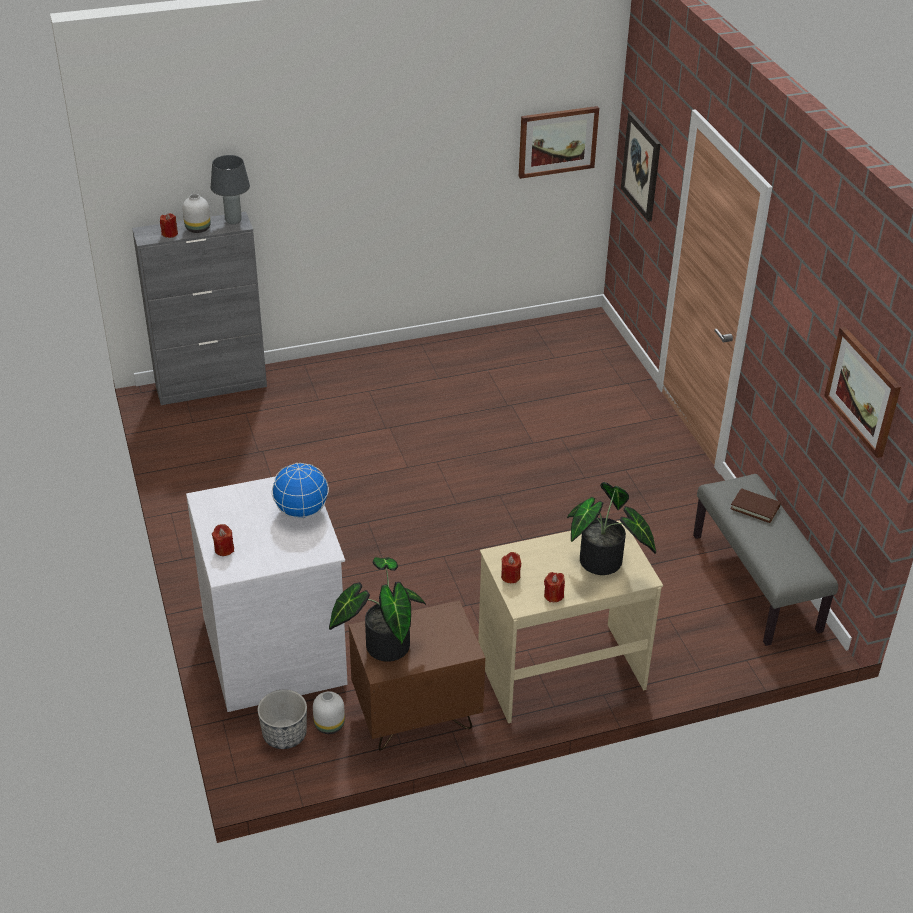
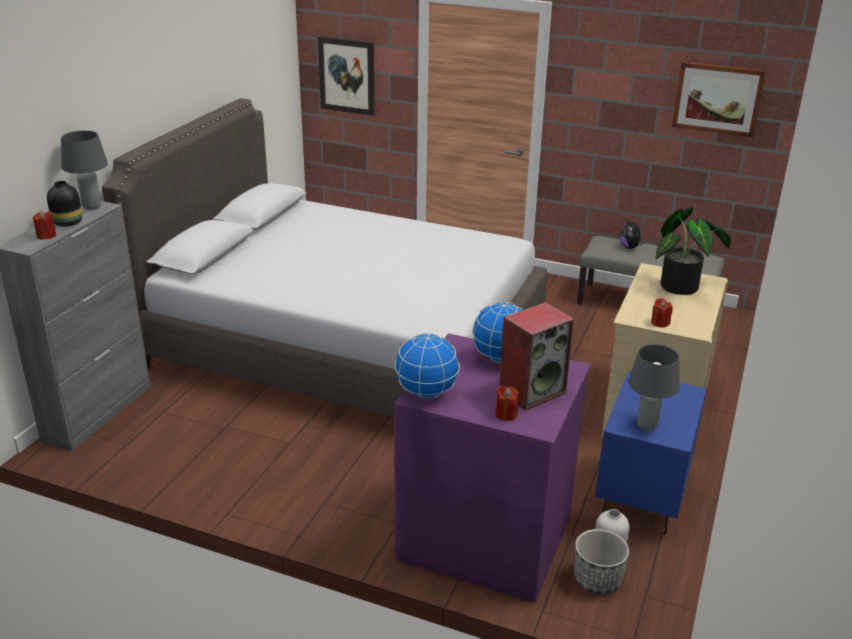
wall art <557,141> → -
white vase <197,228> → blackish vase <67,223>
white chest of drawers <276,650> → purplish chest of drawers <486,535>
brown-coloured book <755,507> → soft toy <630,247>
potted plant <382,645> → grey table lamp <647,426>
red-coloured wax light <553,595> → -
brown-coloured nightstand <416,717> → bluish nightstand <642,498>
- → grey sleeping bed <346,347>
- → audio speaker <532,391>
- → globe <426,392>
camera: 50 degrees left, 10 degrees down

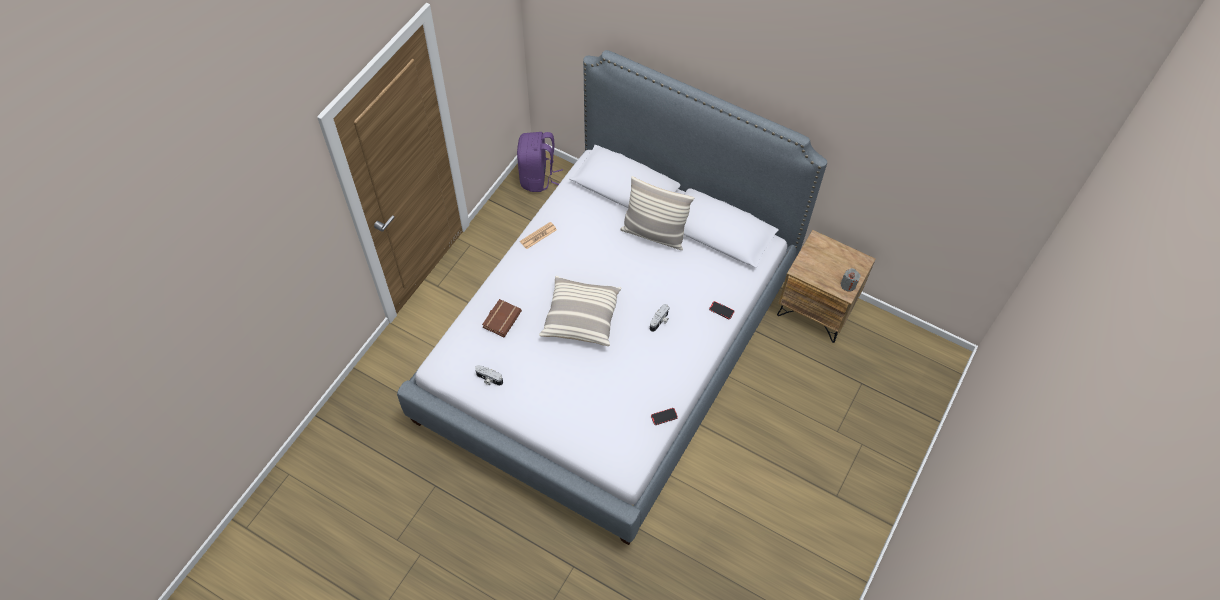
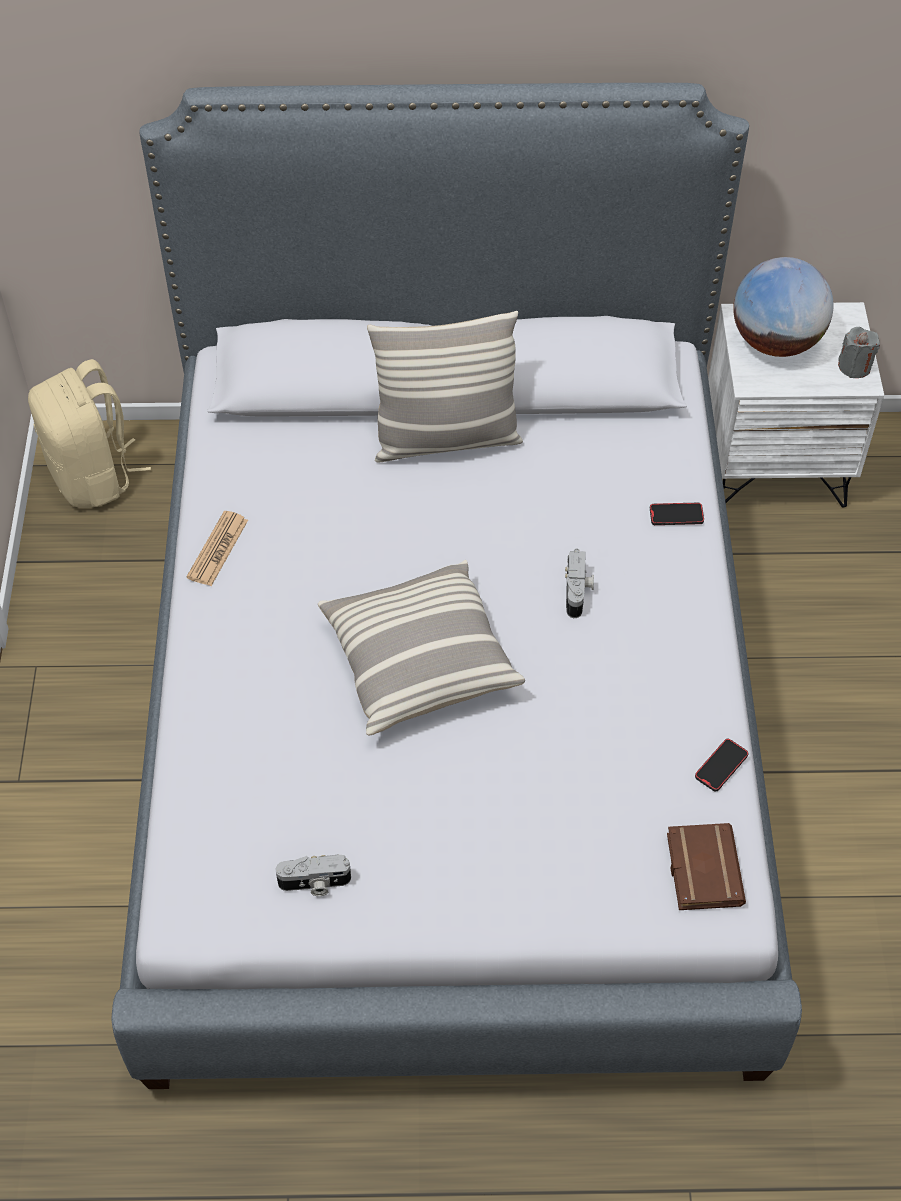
purplish backpack <538,178> → beige backpack <93,476>
brown-coloured nightstand <816,308> → white nightstand <774,464>
brown-coloured book <501,318> → brown-coloured book <700,868>, shifted
- → globe <775,341>
camera: 30 degrees left, 5 degrees down

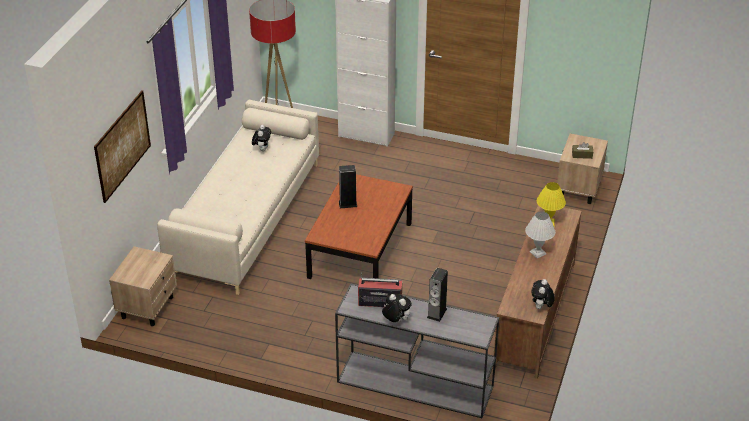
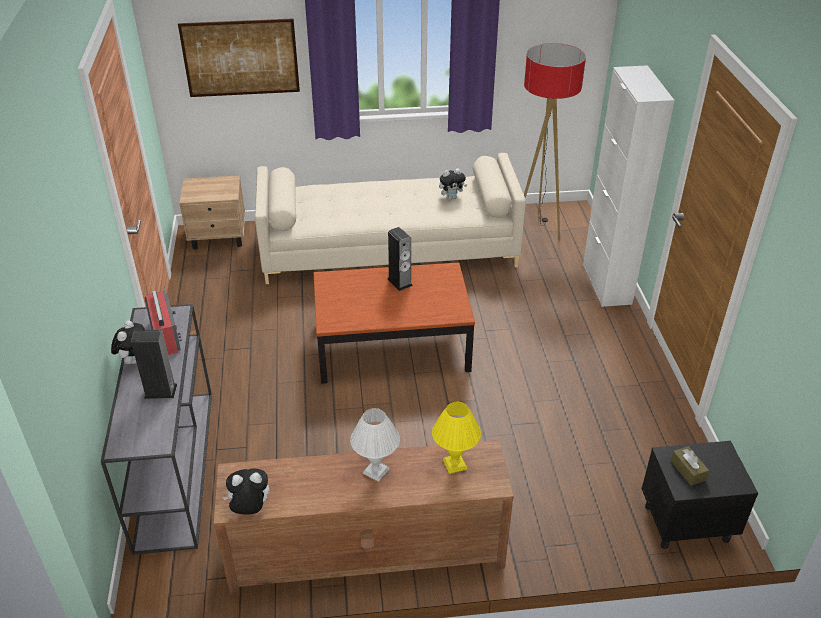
beige nightstand <578,189> → blackish nightstand <685,523>
camera: 65 degrees right, 0 degrees up

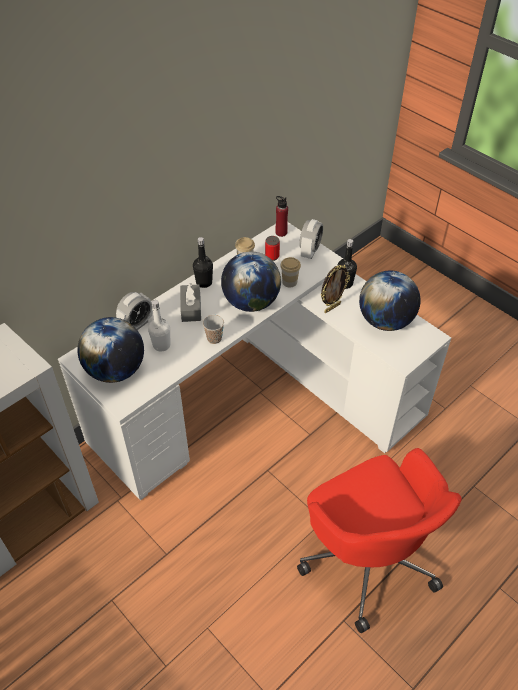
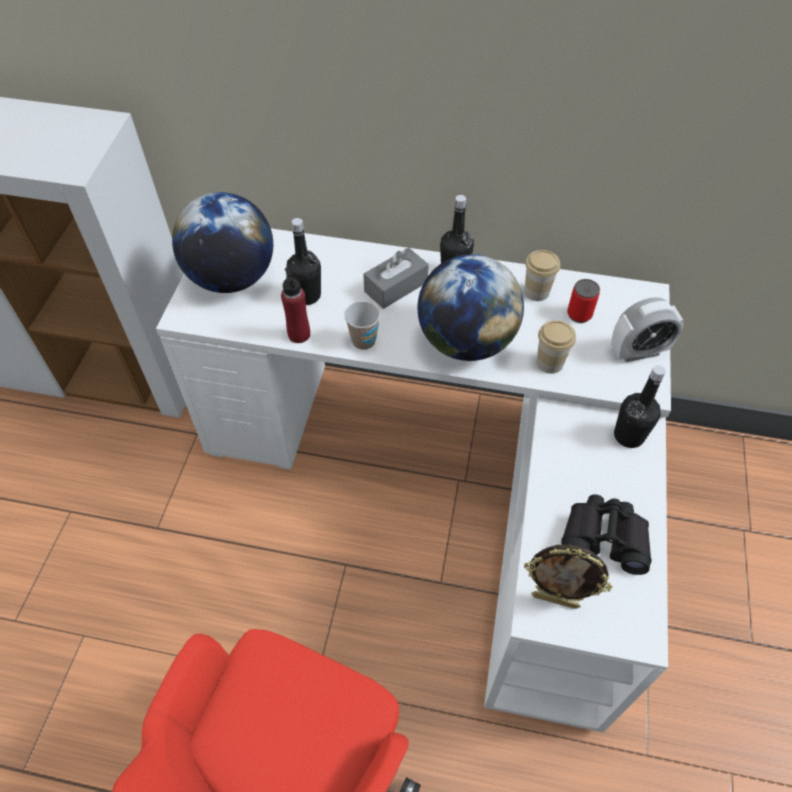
red-coloured bottle <281,232> → red-coloured bottle <299,334>, shifted
photo frame <332,307> → photo frame <555,599>, shifted
globe <385,321> → blackish pair of binoculars <604,538>
bedside clock <137,325> → -
white bottle <161,345> → blackish bottle <307,295>
camera: 55 degrees right, 5 degrees up

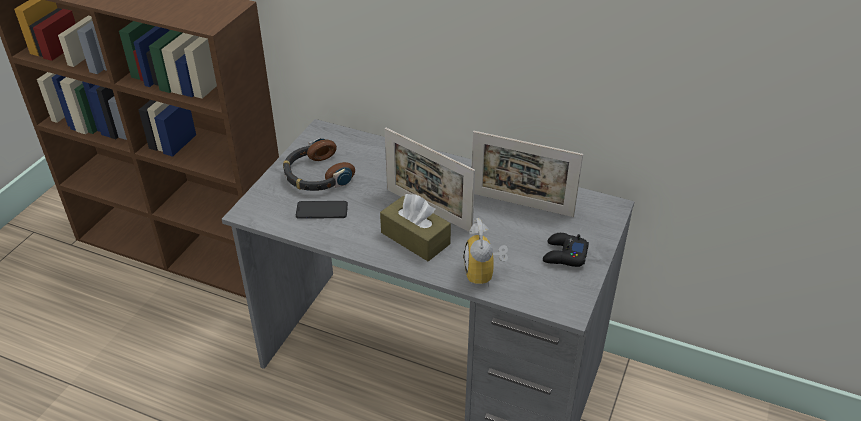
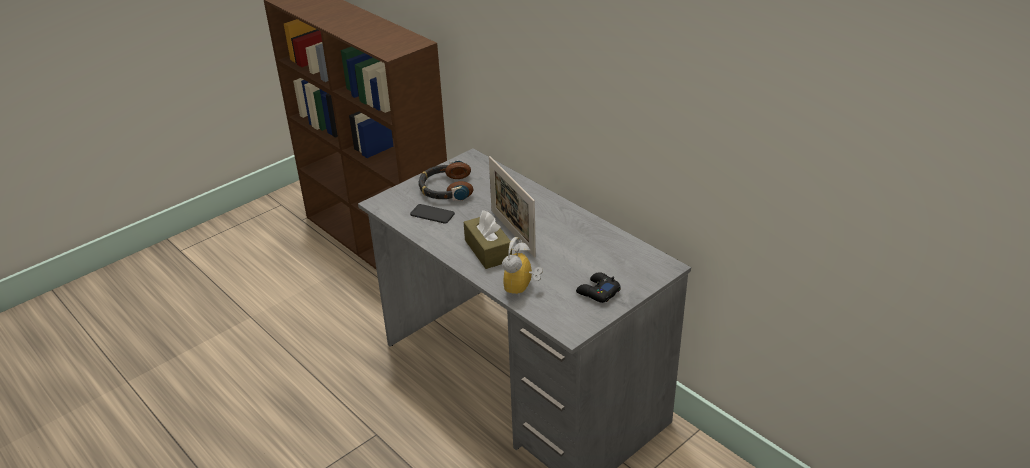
photo frame <521,204> → -
camera: 25 degrees right, 5 degrees down

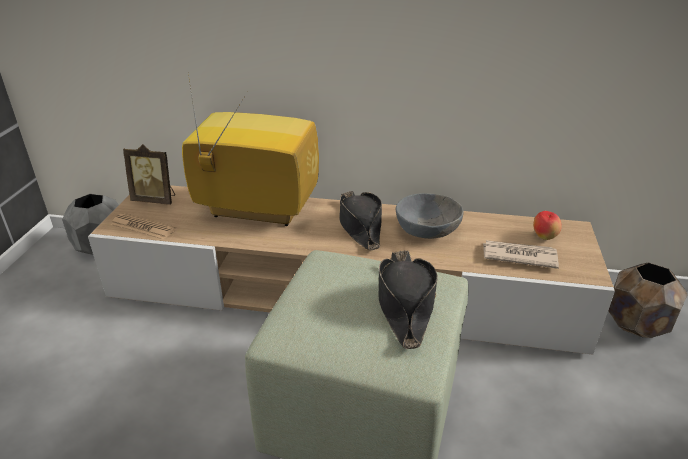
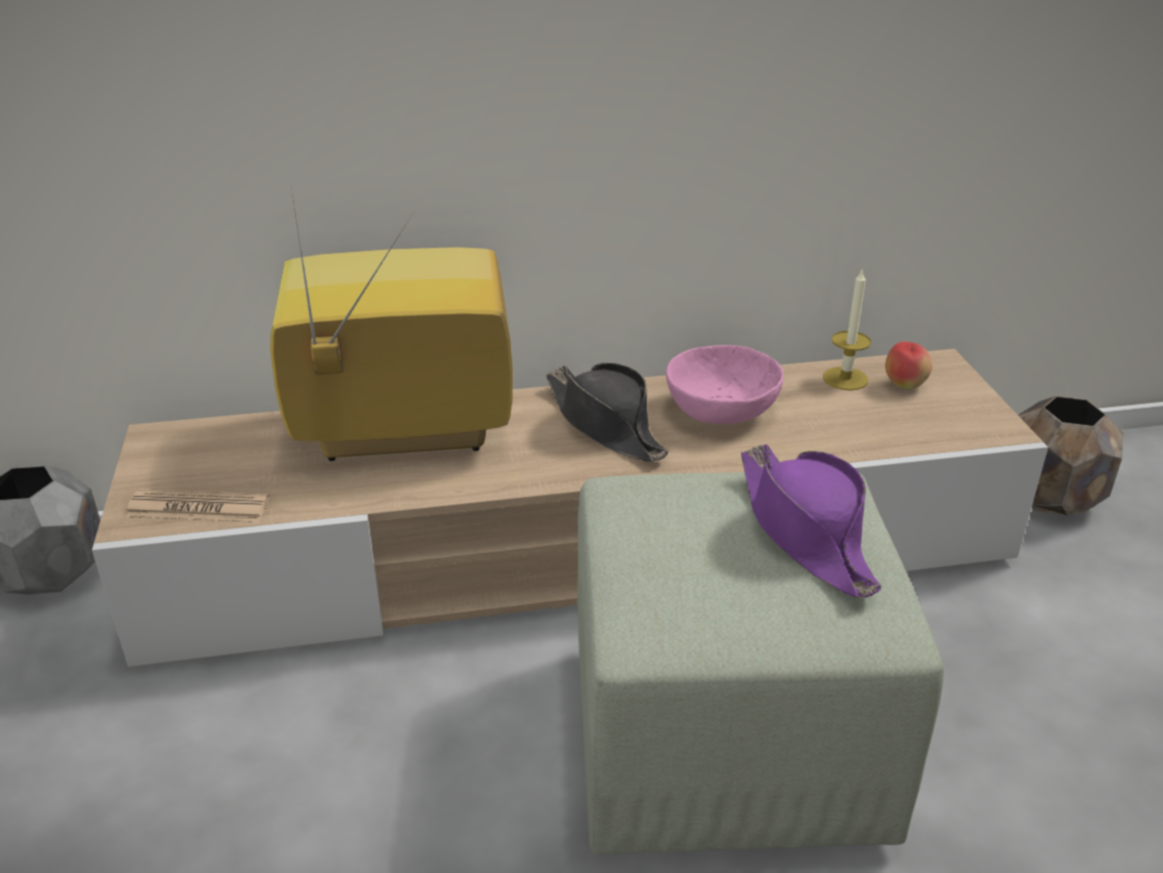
photo frame <155,199> → -
grey serving bowl <426,230> → pinkish serving bowl <720,410>
newspaper <518,256> → -
blackish hat <405,303> → purplish hat <805,531>
- → wax light <845,378>
camera: 20 degrees left, 0 degrees up

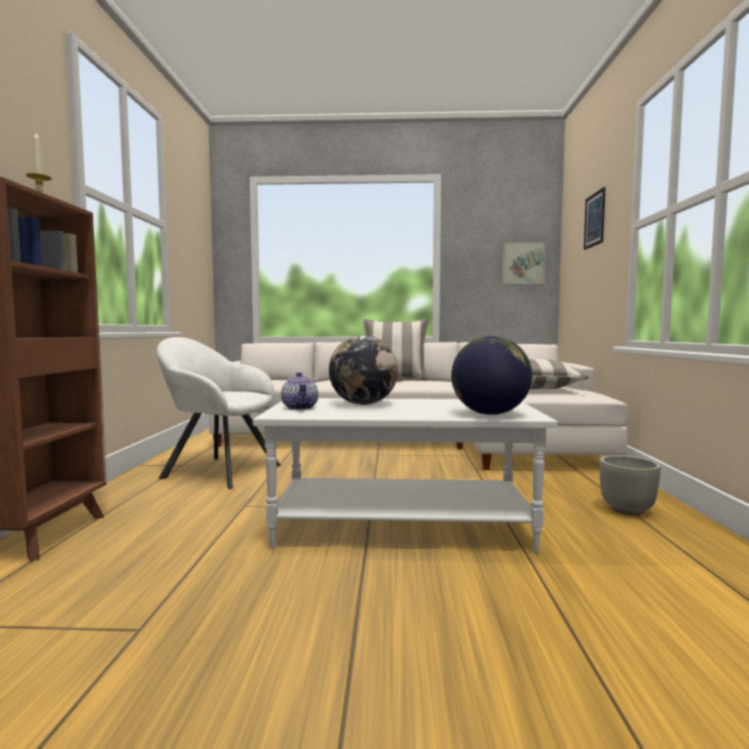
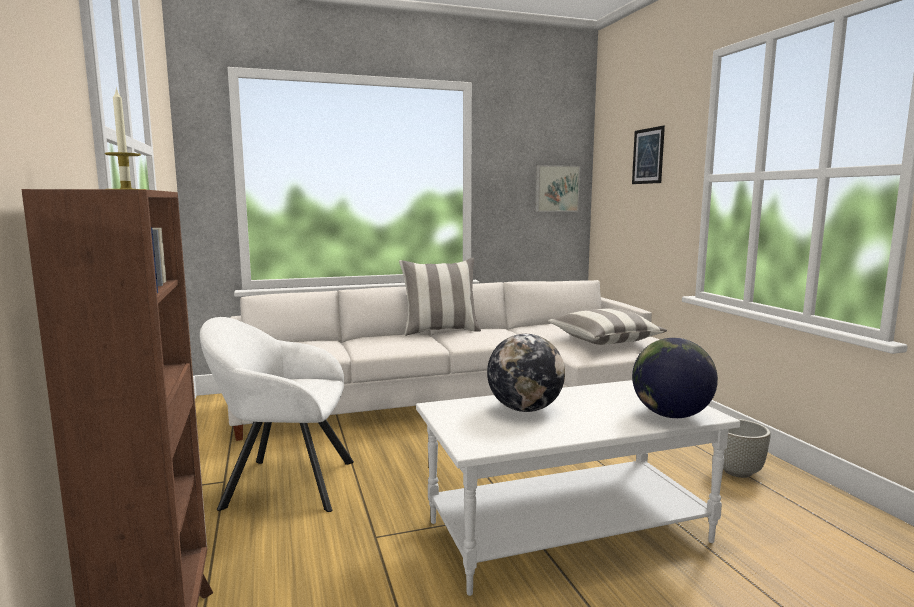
pot for tea <300,408> → -
camera: 20 degrees left, 5 degrees up

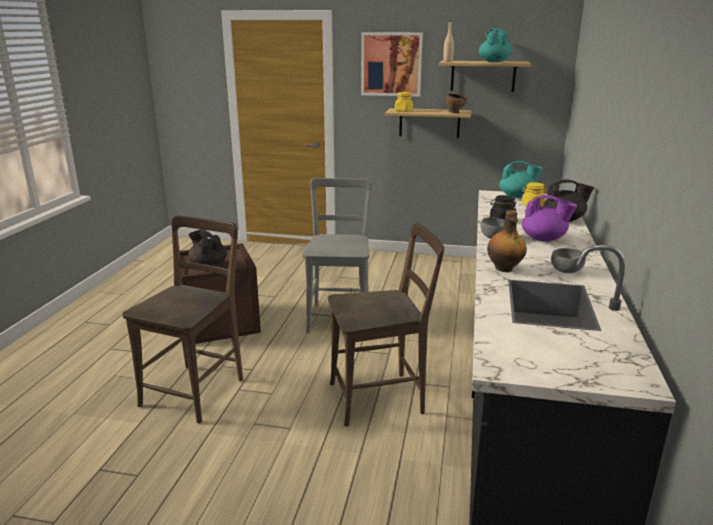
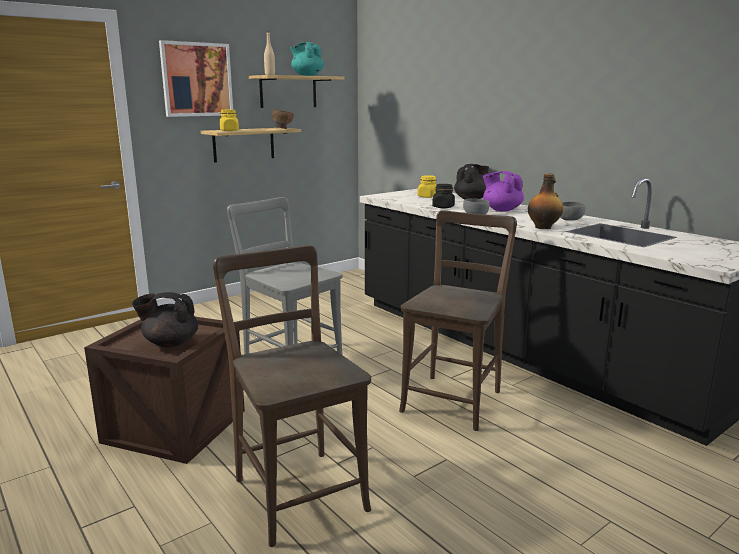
blue-green pot for tea <517,196> → -
purplish pot for tea <544,239> → purplish pot for tea <501,210>, 105 degrees counterclockwise
camera: 50 degrees left, 5 degrees down

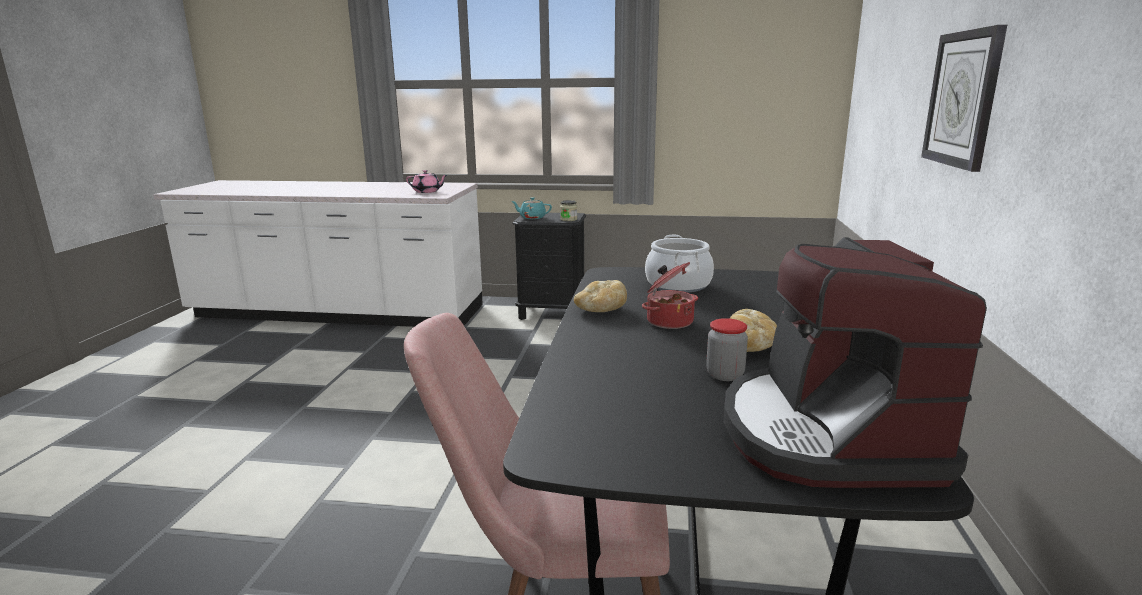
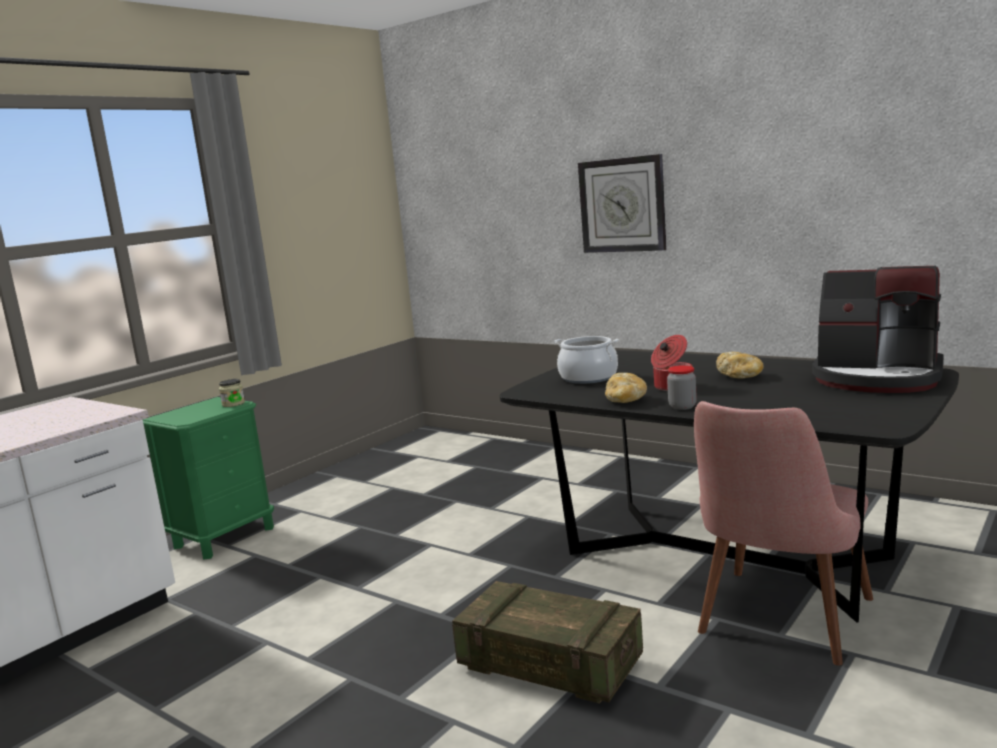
pinkish pot for tea <427,191> → -
blue-green pot for tea <532,217> → -
blackish nightstand <552,313> → green-coloured nightstand <224,537>
jar <725,375> → jar <682,406>, shifted
- → shipping crate <550,665>
camera: 60 degrees left, 5 degrees down

